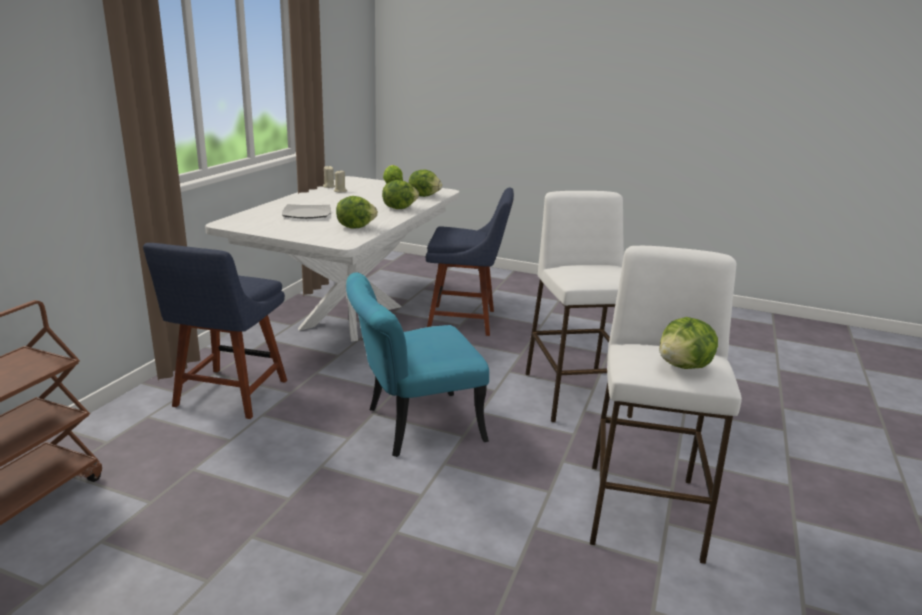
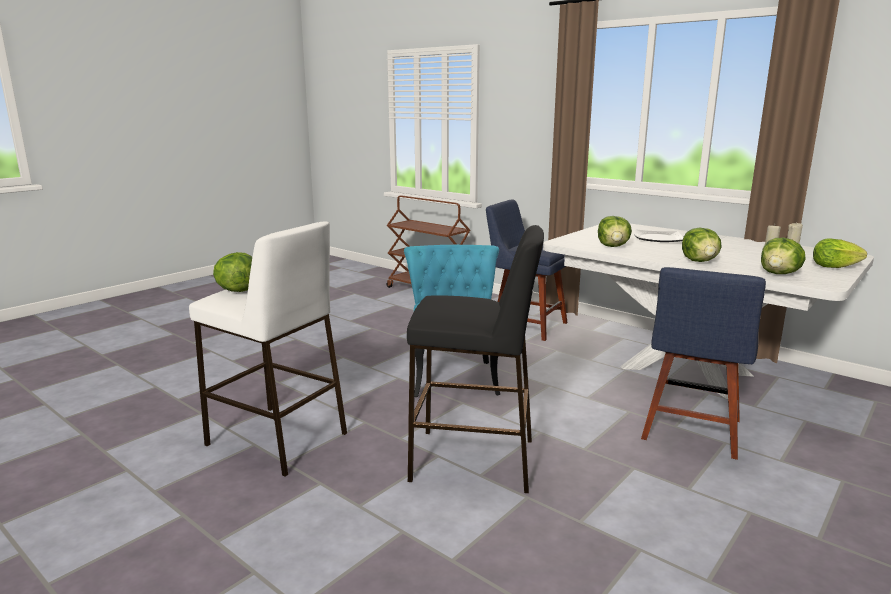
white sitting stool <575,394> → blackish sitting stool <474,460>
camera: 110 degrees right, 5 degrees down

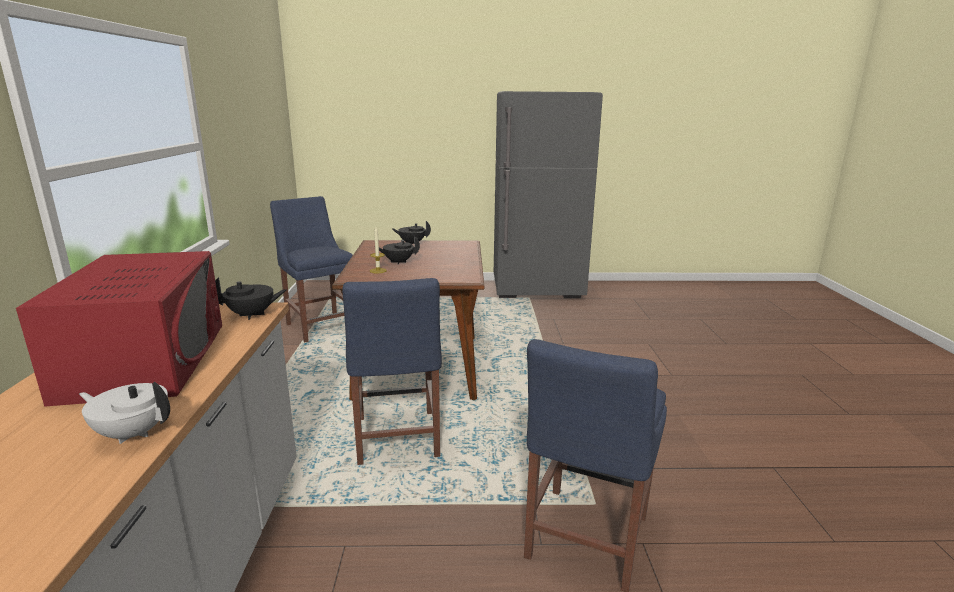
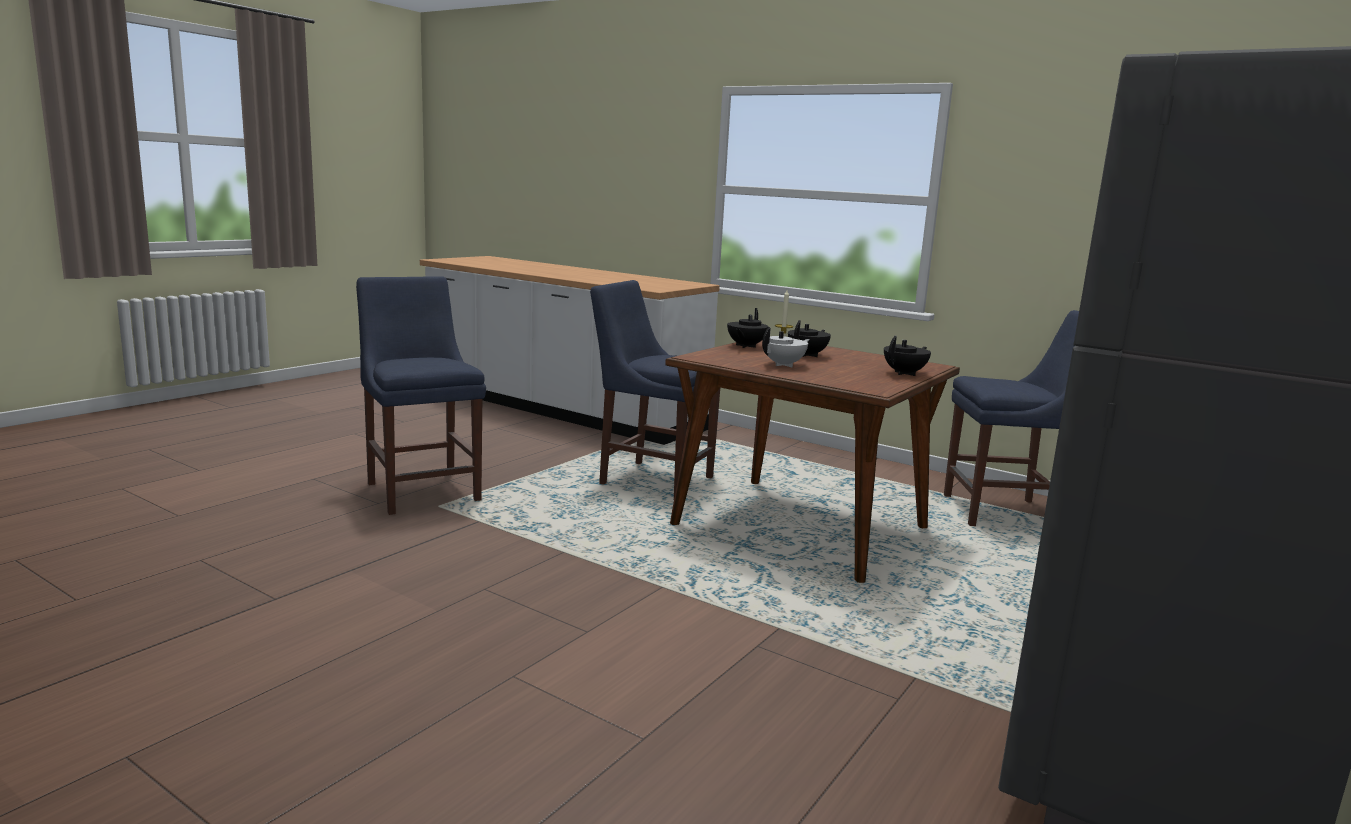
red-coloured microwave oven <146,360> → -
blackish pot for tea <252,315> → blackish pot for tea <745,346>, shifted
white pot for tea <133,433> → white pot for tea <784,365>, shifted
camera: 125 degrees right, 5 degrees down

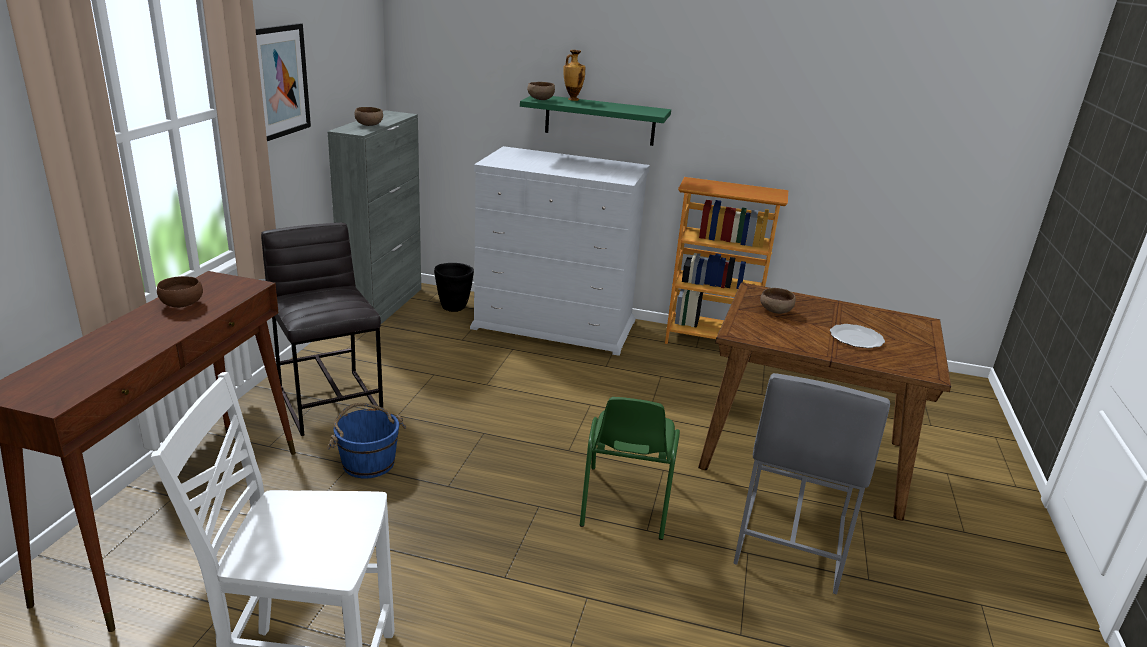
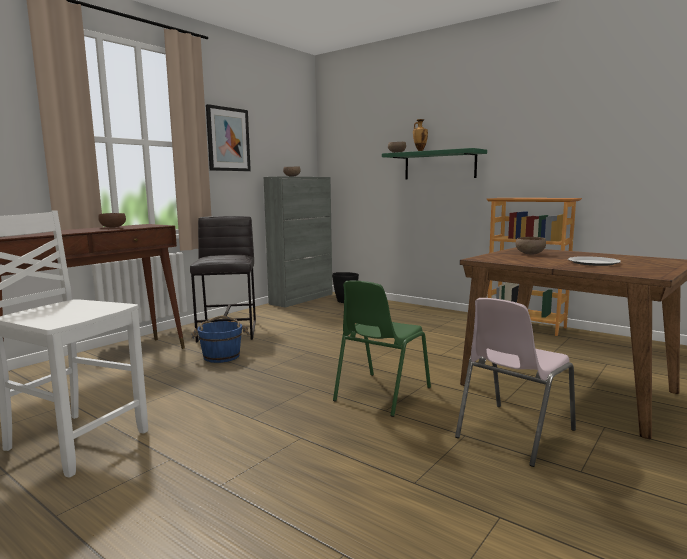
white chest of drawers <555,325> → -
grey sitting stool <789,540> → pinkish upright chair <513,434>
camera: 25 degrees right, 15 degrees down

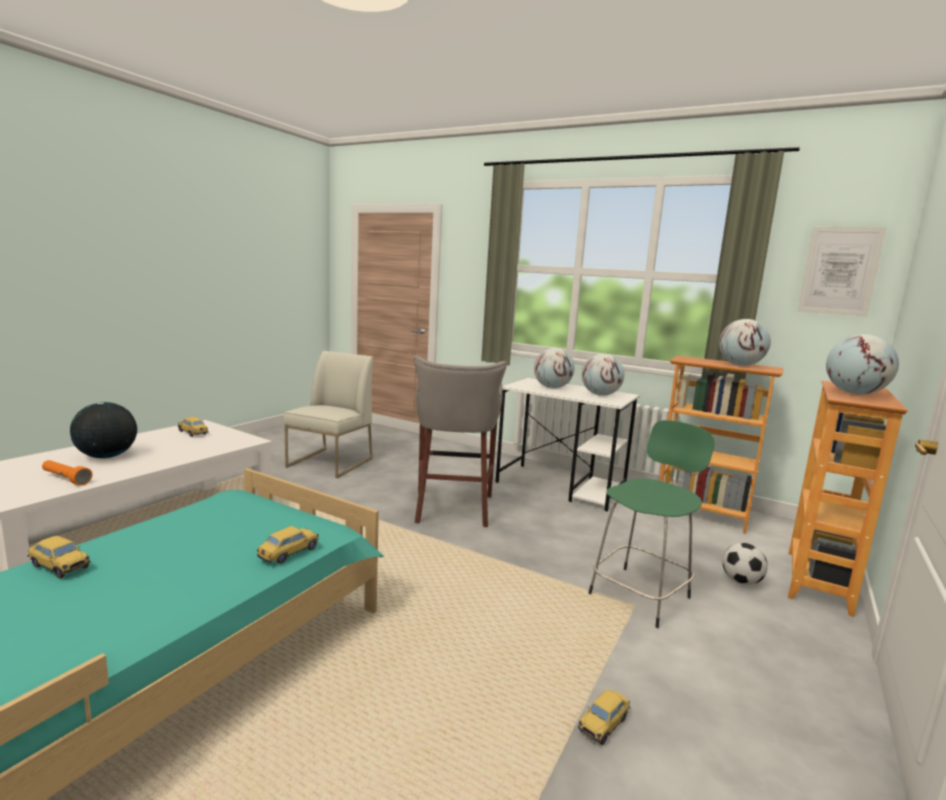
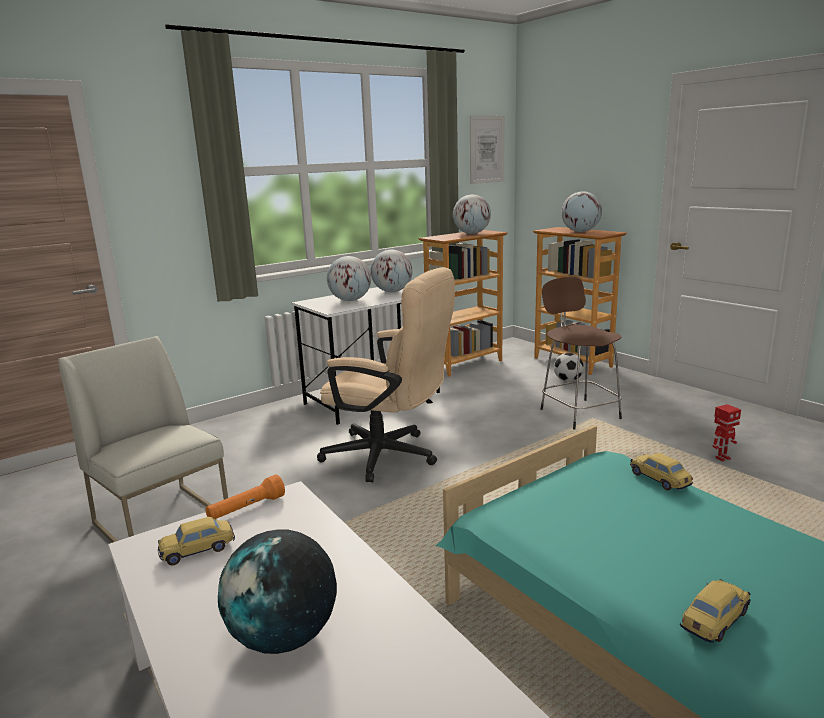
grey sitting stool <452,509> → beige desk chair <390,457>
green-coloured sitting stool <641,594> → brown-coloured sitting stool <578,413>
orange-coloured hand torch <66,479> → orange-coloured hand torch <246,509>, shifted
model car <603,724> → robot figure <722,458>
camera: 65 degrees left, 5 degrees up

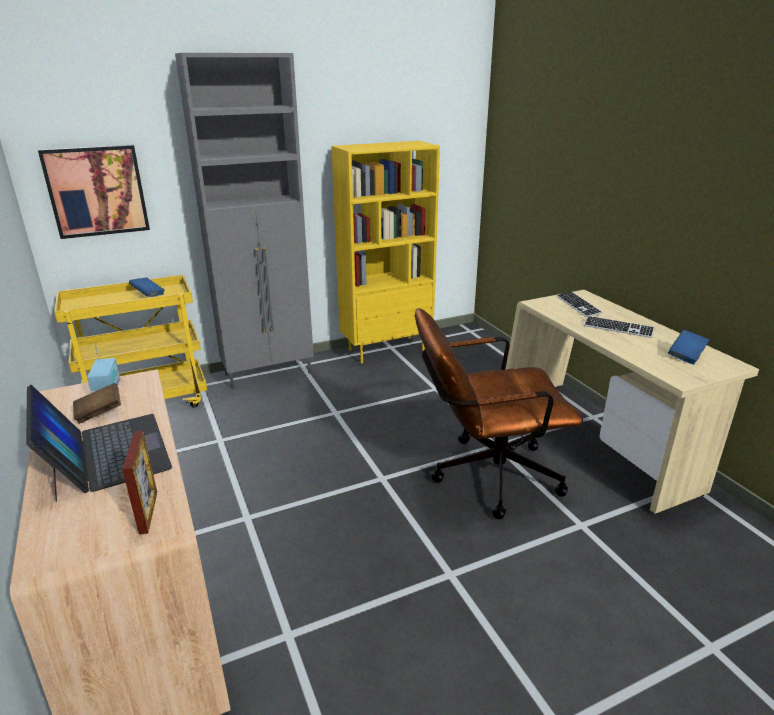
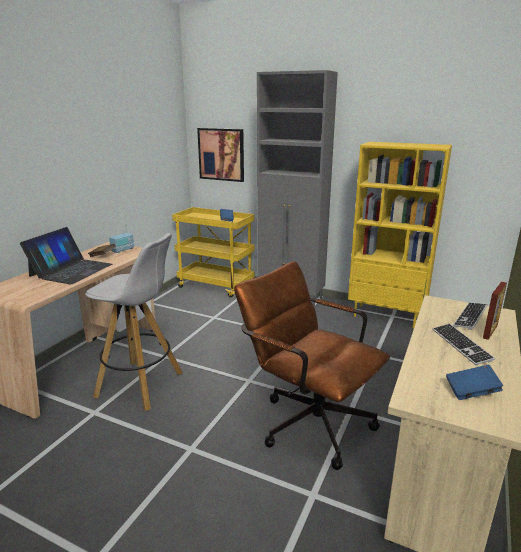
photo frame <148,512> → photo frame <490,331>, shifted
- → white sitting stool <141,385>
camera: 50 degrees right, 5 degrees down

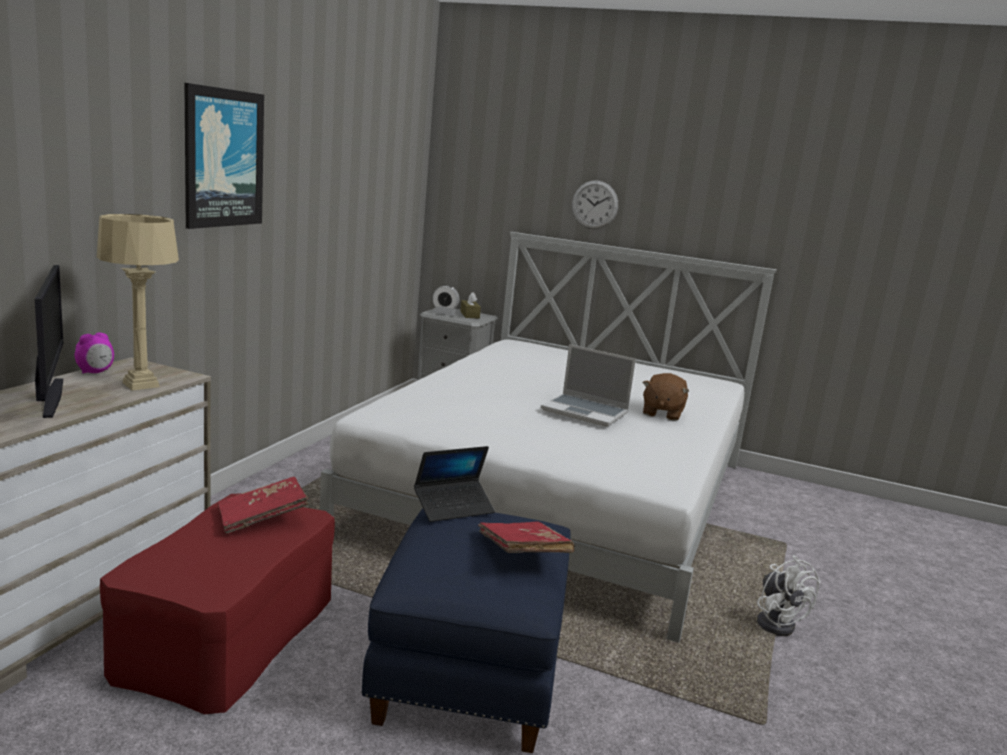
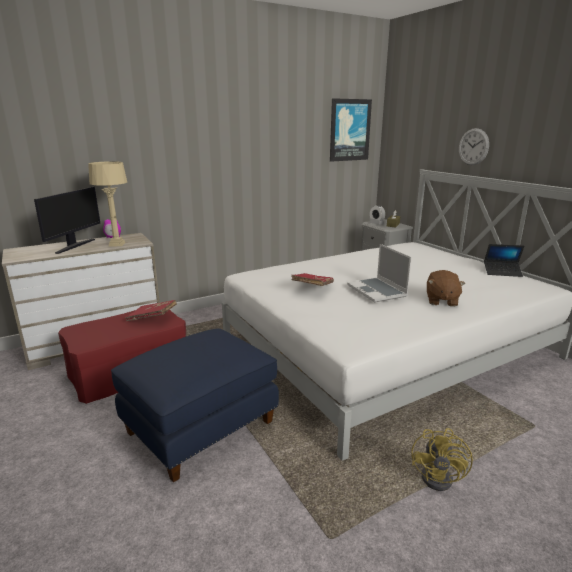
wall art <223,158> → wall art <349,130>, shifted
brown-coloured soft toy <662,413> → brown-coloured soft toy <441,301>, 45 degrees counterclockwise
portable computer <454,507> → portable computer <502,272>, shifted
red-coloured book <522,553> → red-coloured book <312,287>, shifted
white cooling fan <776,622> → yellow-coloured cooling fan <442,478>
camera: 40 degrees right, 5 degrees up

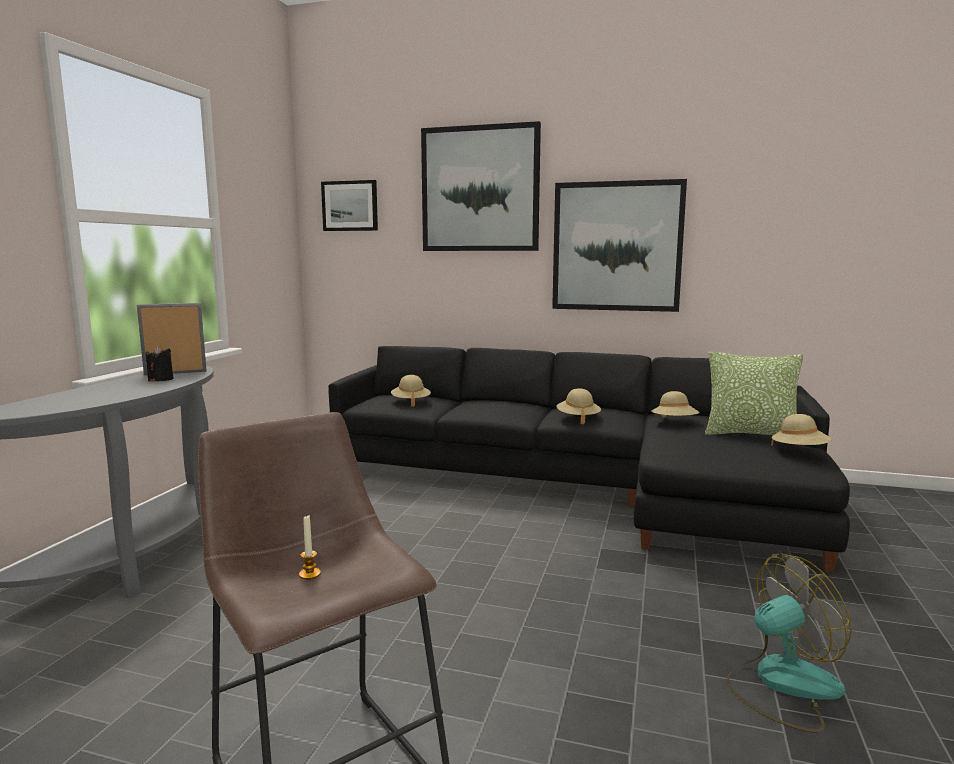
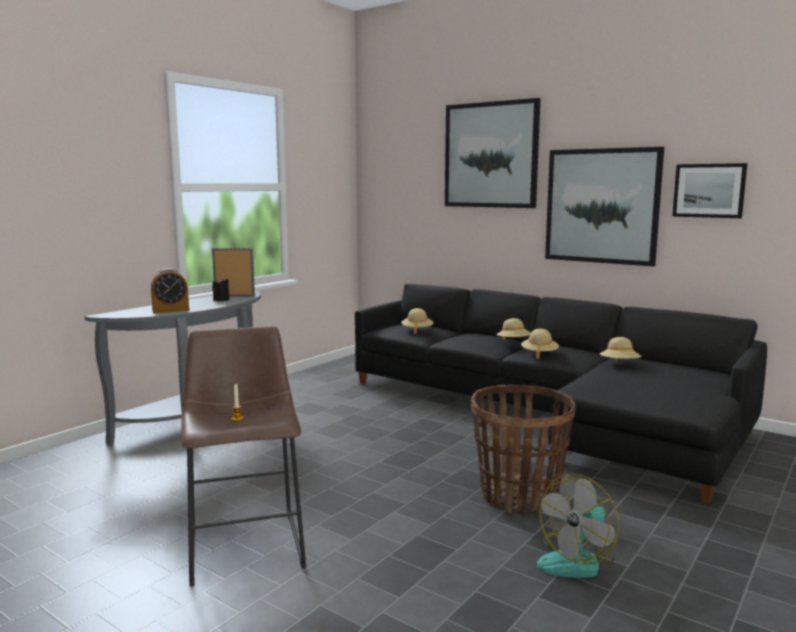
wall art <350,206> → wall art <709,190>, shifted
throw pillow <750,434> → -
beige hat <799,451> → beige hat <514,342>, shifted
cooling fan <782,685> → cooling fan <577,560>, 135 degrees clockwise
- → bedside clock <171,310>
- → storage basket <519,496>
camera: 20 degrees right, 0 degrees up

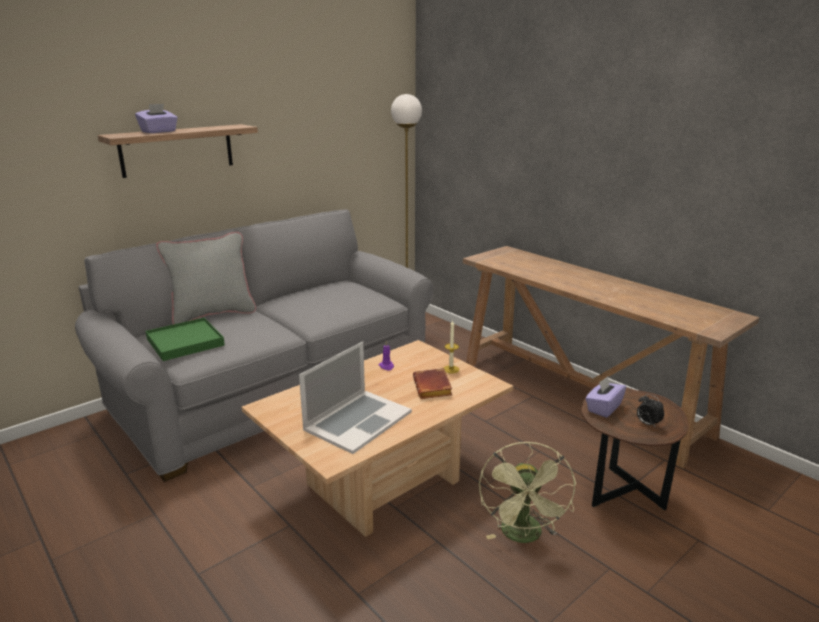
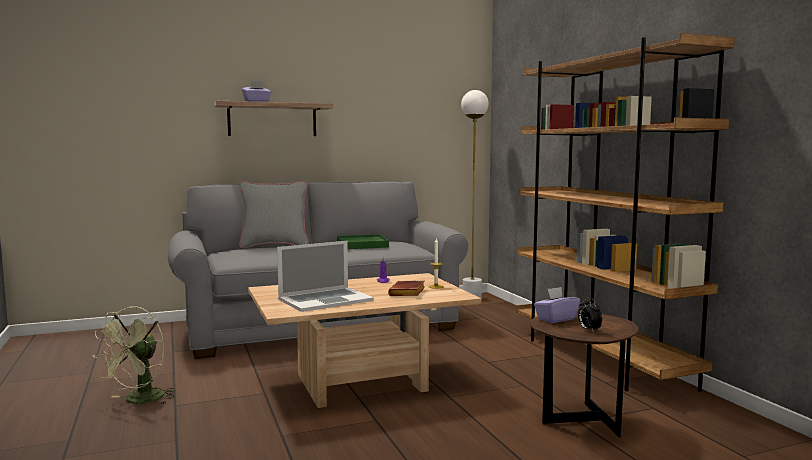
brown-coloured hall table <580,397> → brown-coloured bookshelf <599,359>
green-coloured tray <185,342> → green-coloured tray <362,245>, shifted
green-coloured cooling fan <524,536> → green-coloured cooling fan <139,401>, shifted
camera: 20 degrees right, 15 degrees down

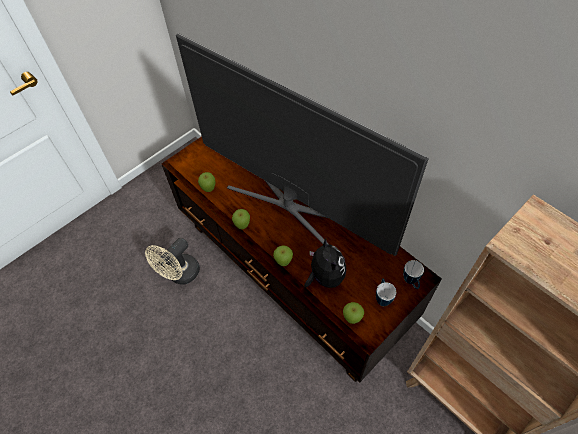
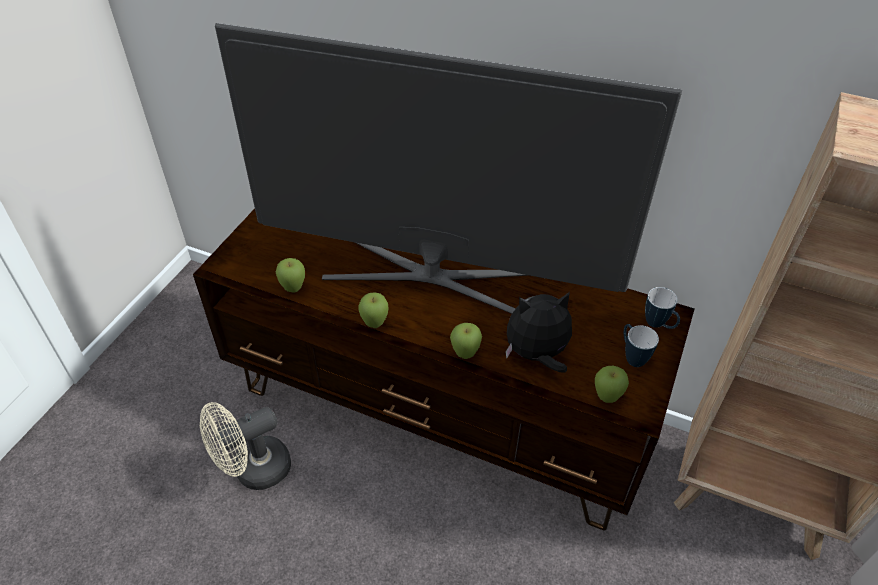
beige cooling fan <180,275> → beige cooling fan <253,470>, 45 degrees clockwise
soft toy <325,277> → soft toy <536,355>, 60 degrees counterclockwise
camera: 25 degrees left, 10 degrees down

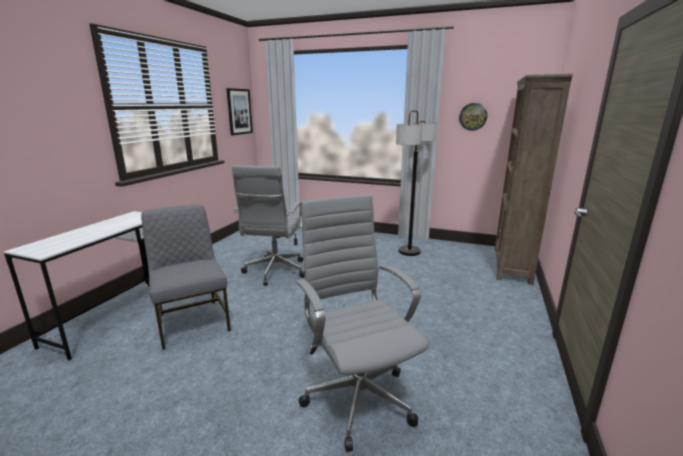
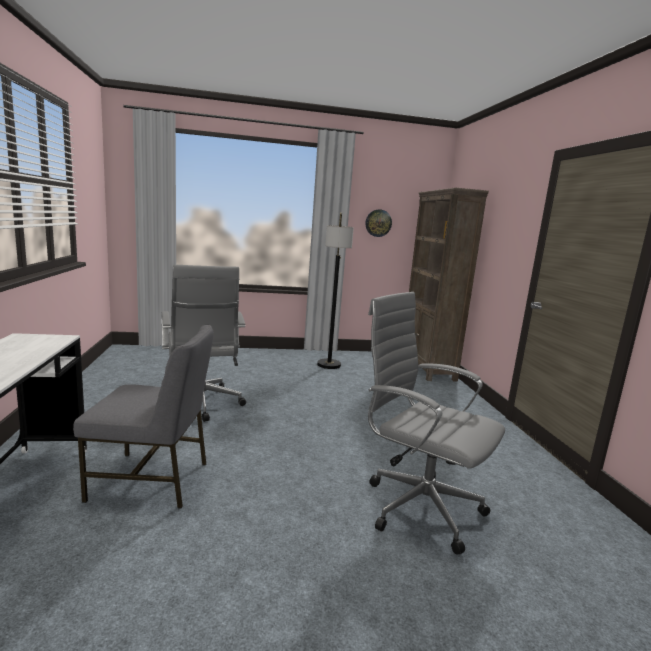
wall art <239,111> → -
grey upright chair <193,322> → grey upright chair <152,480>, 150 degrees clockwise
camera: 30 degrees left, 5 degrees down

